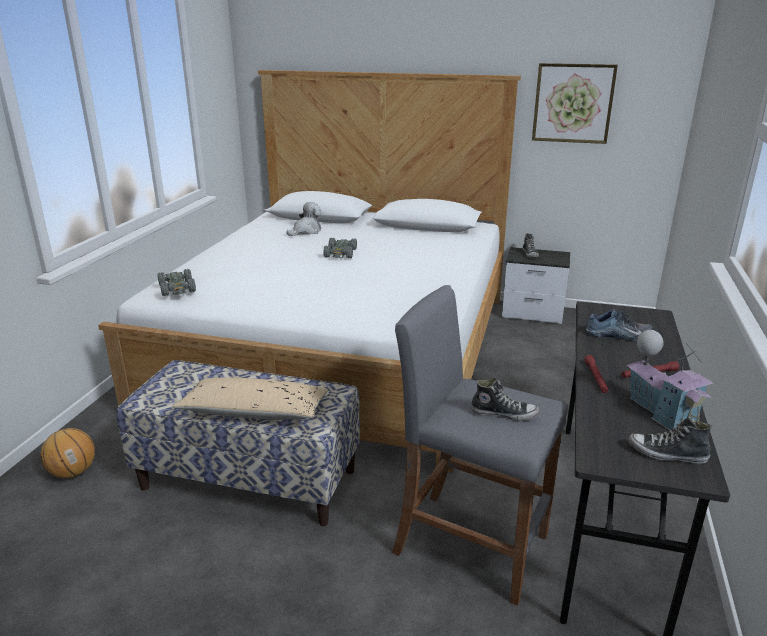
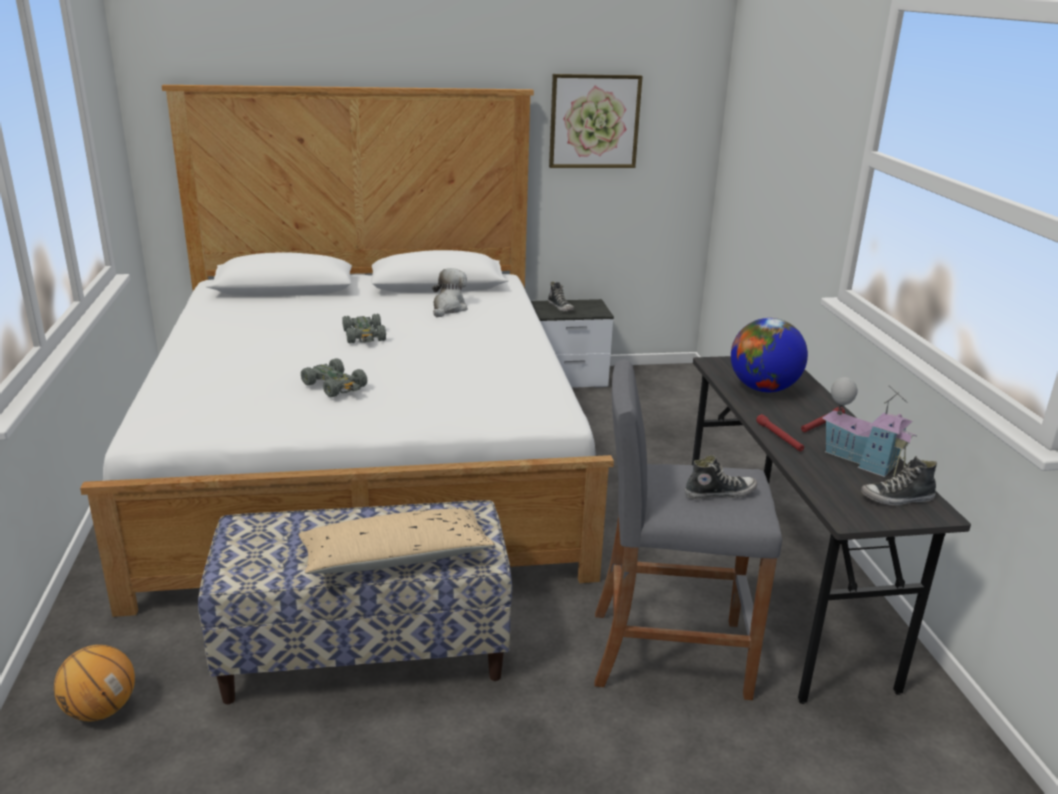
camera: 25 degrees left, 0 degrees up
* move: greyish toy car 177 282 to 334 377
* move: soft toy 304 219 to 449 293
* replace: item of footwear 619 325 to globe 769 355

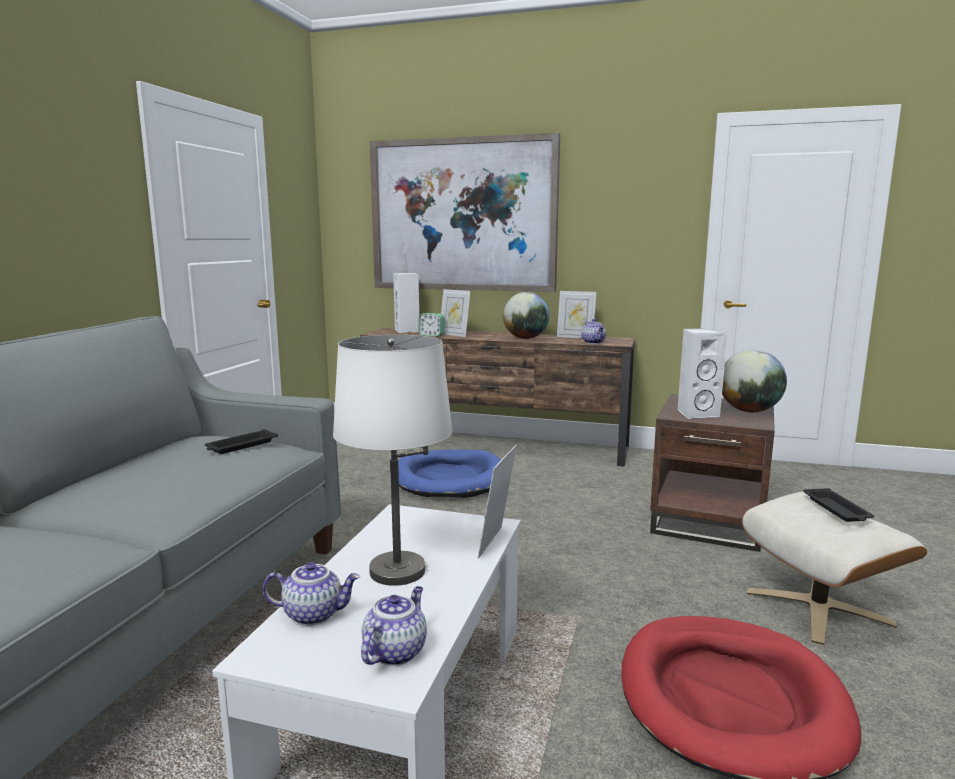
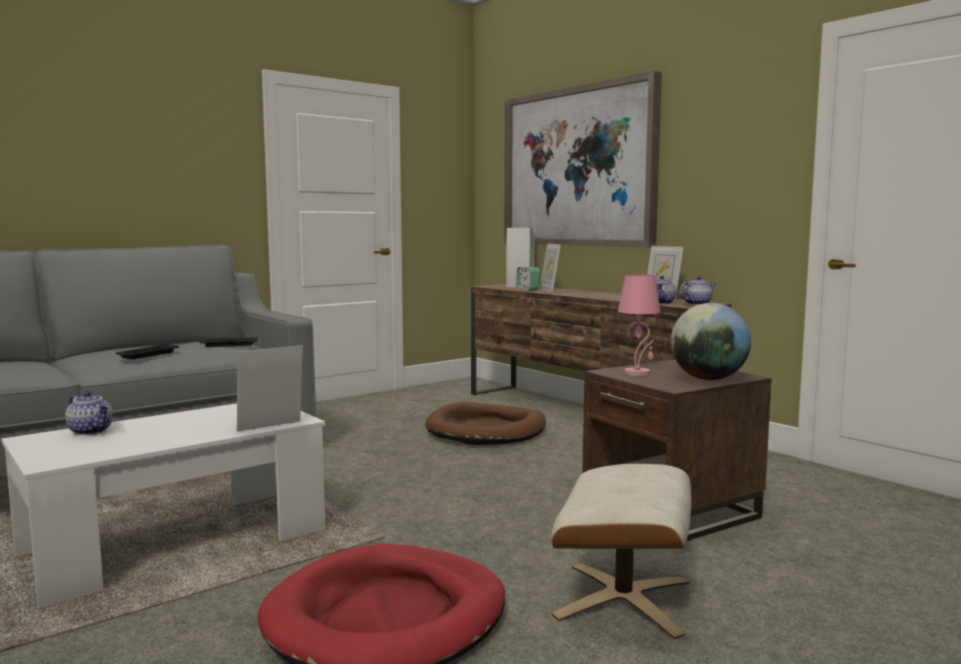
camera: 35 degrees right, 5 degrees down
* delete: white lamp for a table 393 460
* move: teapot 394 626 to 697 290
* recolor: bluish dog bed 449 473 to brownish dog bed 485 423
* delete: globe 526 315
* replace: white loudspeaker 703 373 to pinkish lamp for a table 639 325
* move: blackish tray 838 505 to 147 351

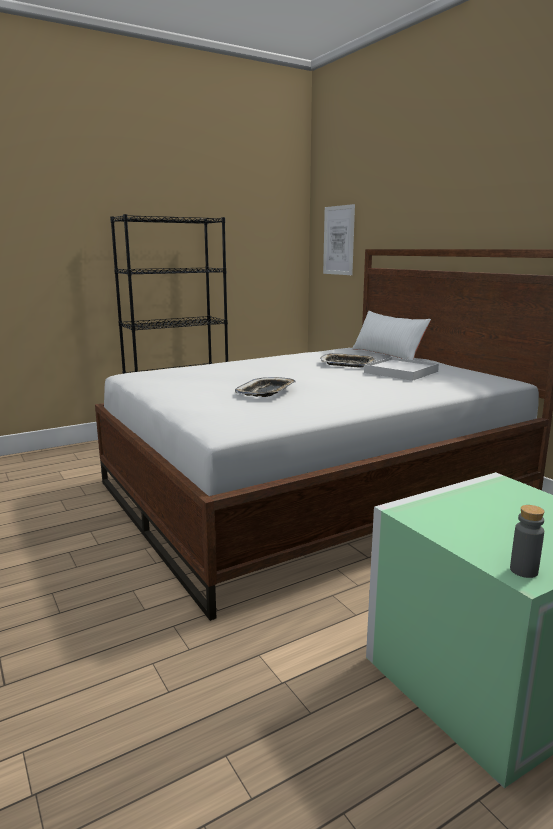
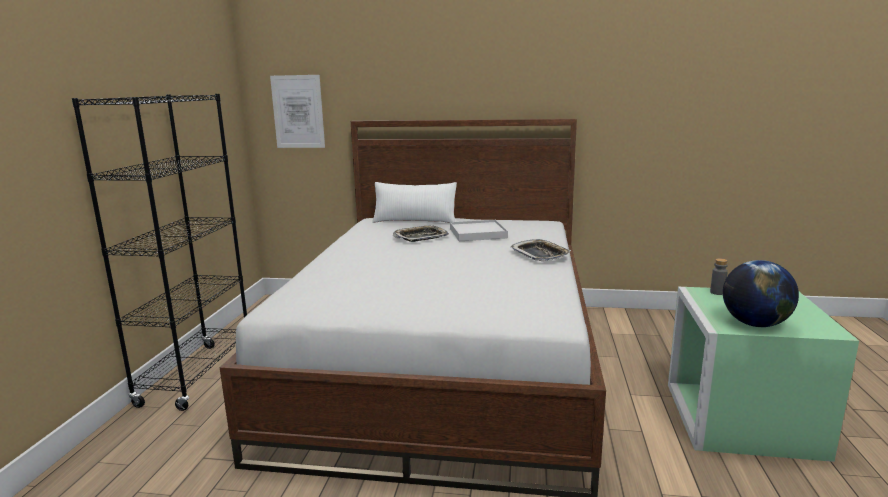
camera: 50 degrees left, 0 degrees up
* move: tray 265 387 to 541 250
* move: greyish drink bottle 527 541 to 719 276
* insert: globe 761 293

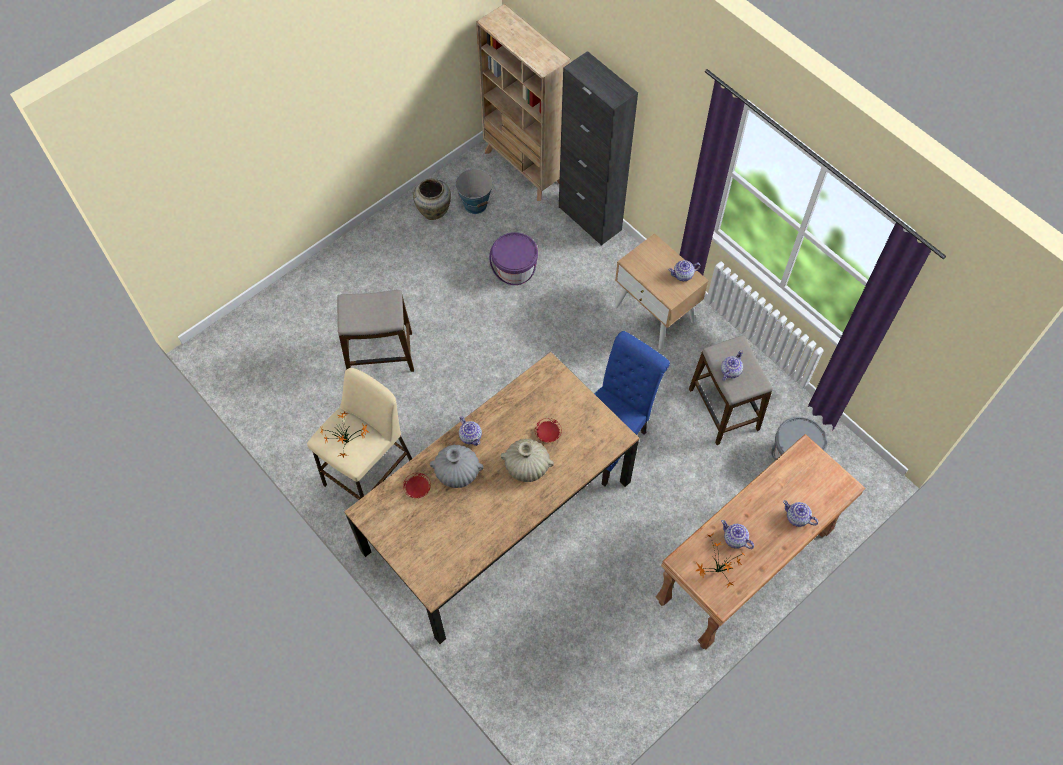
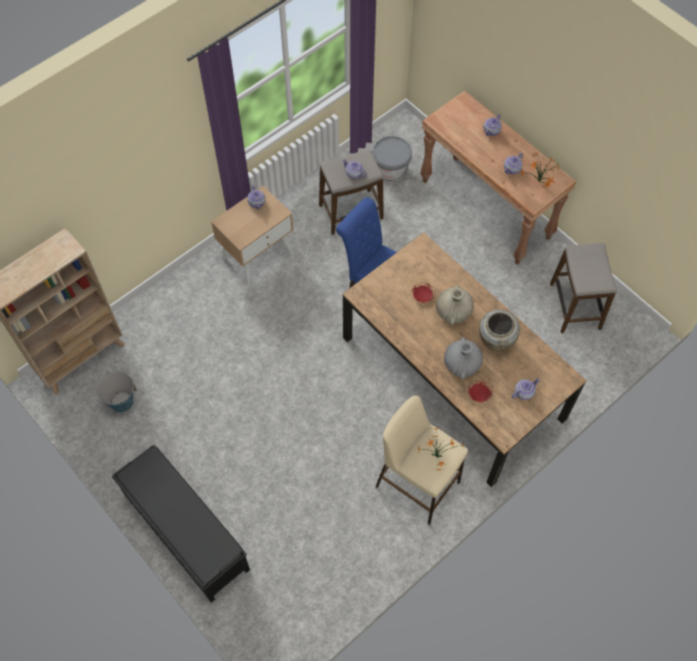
camera: 90 degrees left, 0 degrees up
* move: sitting stool 375 331 to 583 288
* move: sand-coloured vase 432 199 to 499 331
* move: teapot 470 431 to 525 389
* delete: purple-coloured water bucket 513 258
* delete: blackish cupboard 598 148
* insert: blackish long seat 181 524

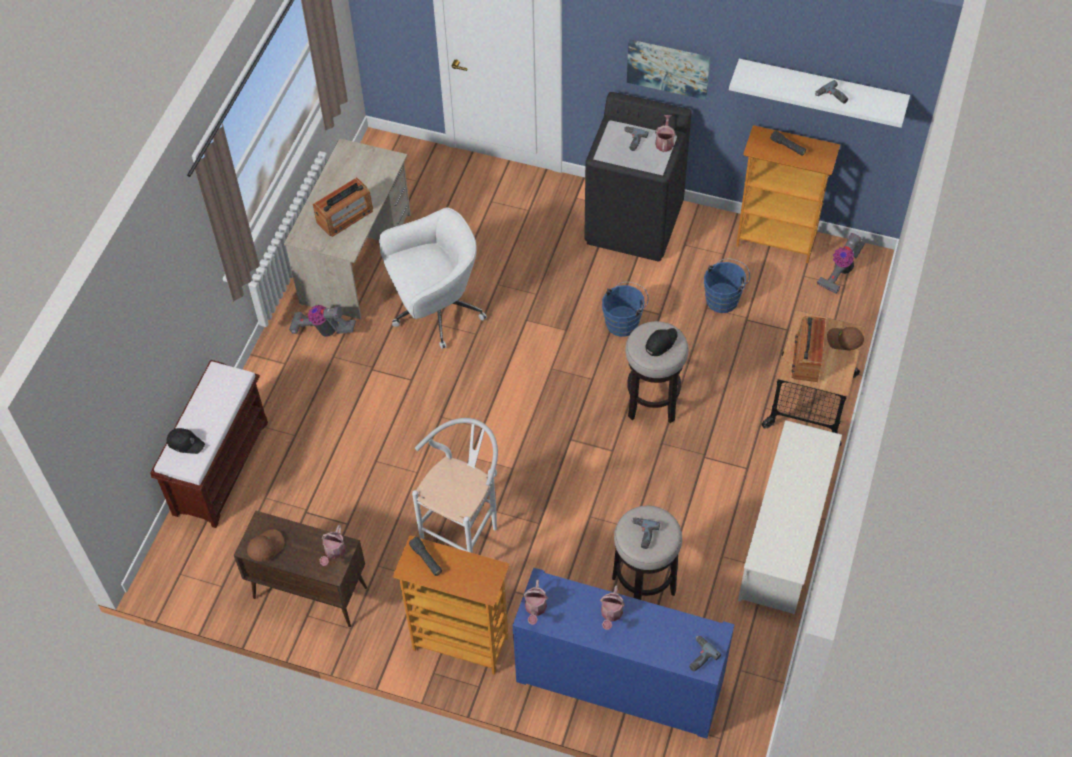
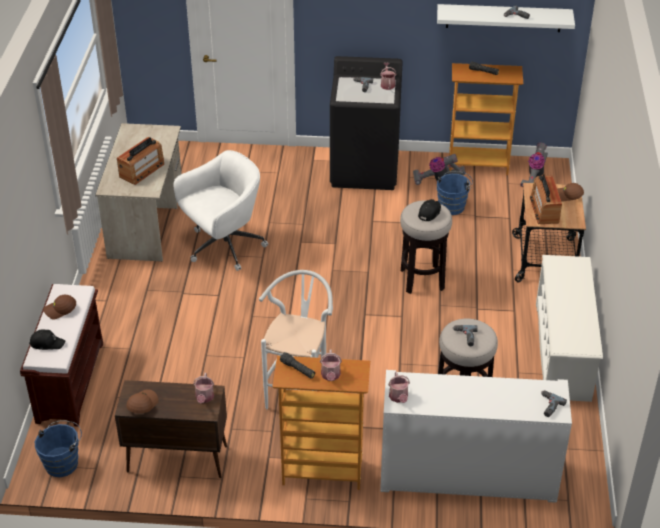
camera: 15 degrees left, 15 degrees down
* move: hoover 322 321 to 439 169
* recolor: bluish cupboard 623 653 to white cupboard 476 436
* move: sprinkling can 612 607 to 331 365
* move: bluish water bucket 625 309 to 58 448
* delete: wall art 669 70
* insert: brownish cap 59 307

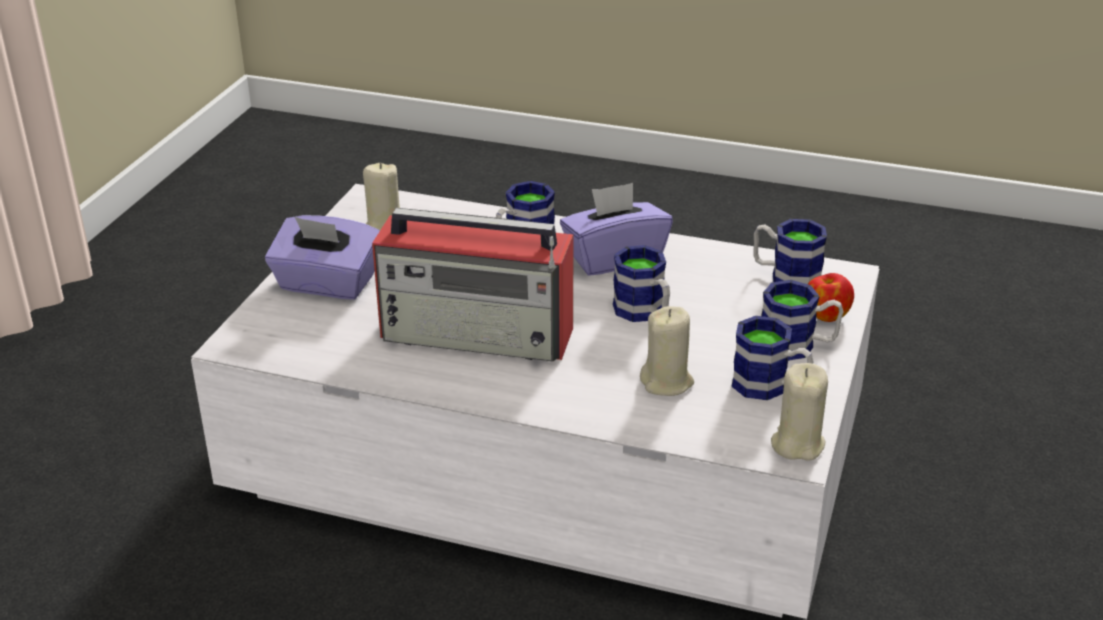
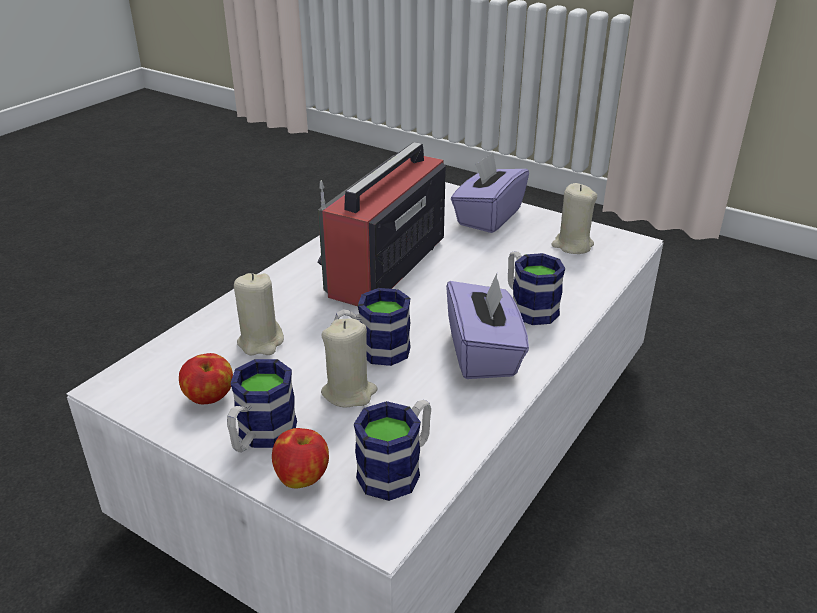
camera: 105 degrees right, 0 degrees up
* replace: mug 772 358 to whole apple 206 378
* move: sand-coloured wax light 799 412 to 349 363

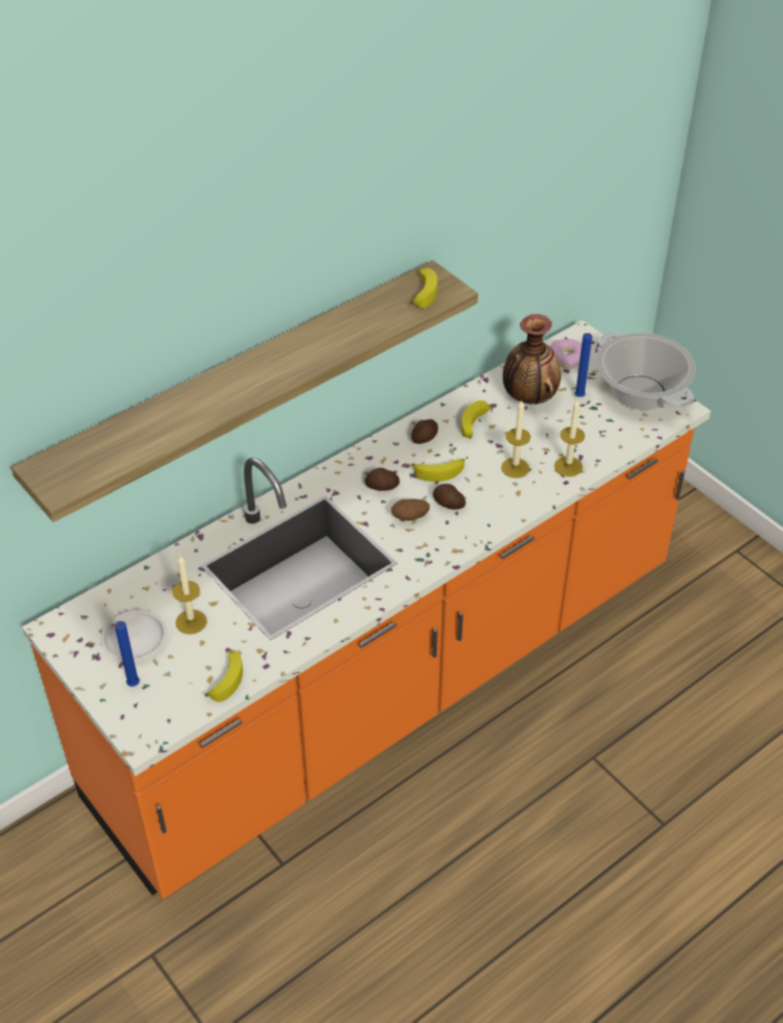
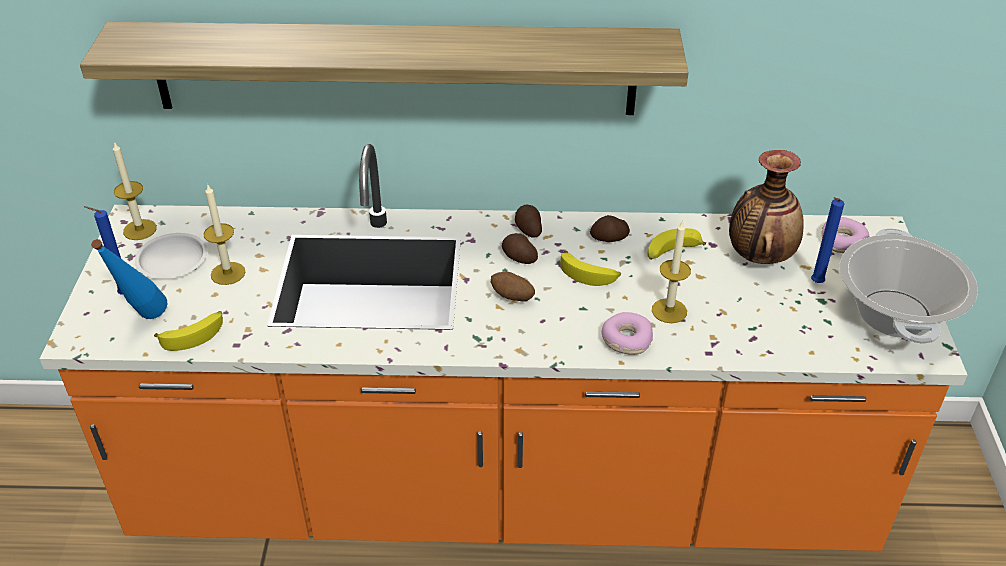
camera: 40 degrees right, 5 degrees down
* delete: whole banana 424 288
* move: whole potato 449 497 to 528 221
* move: wax light 569 437 to 135 190
* insert: bluish drink bottle 129 279
* insert: donut 627 333

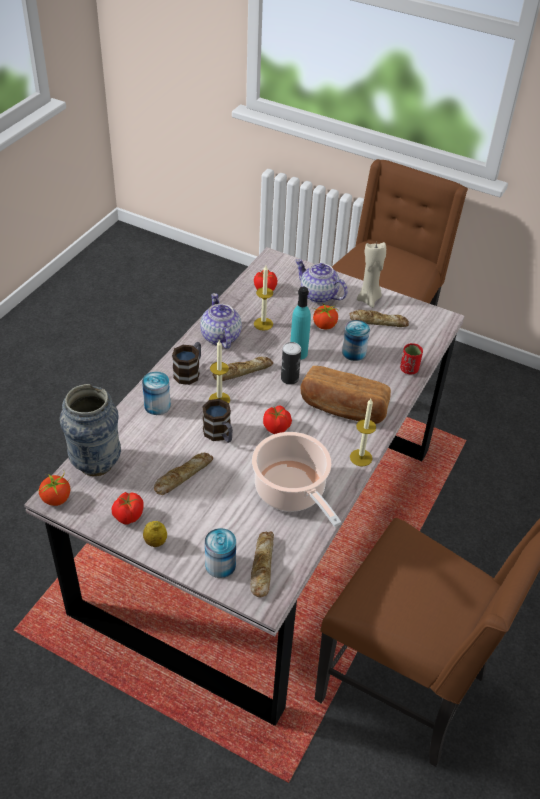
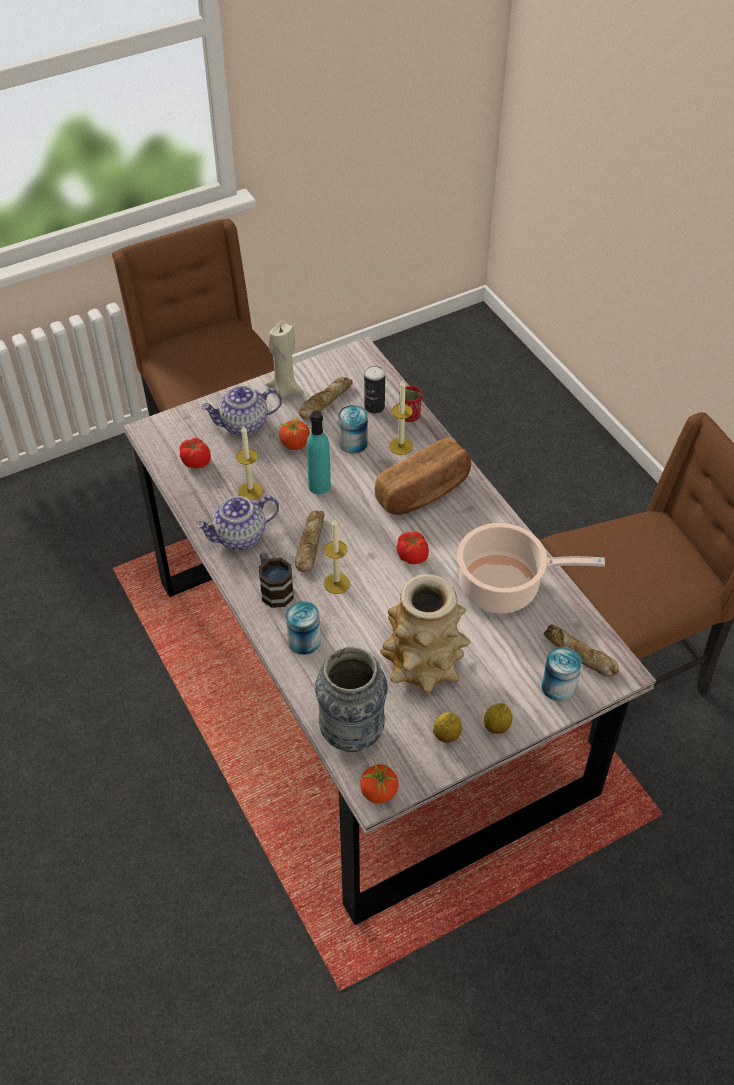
camera: 55 degrees left, 5 degrees up
* replace: whole tomato 127 508 to whole lemon 447 727
* replace: baked bread 183 474 to vase 425 634
* rotate: teapot 221 321 = 237 523 45 degrees counterclockwise
* delete: mug 217 421
* move: can 291 363 to 374 390
* move: wax light 363 432 to 401 417

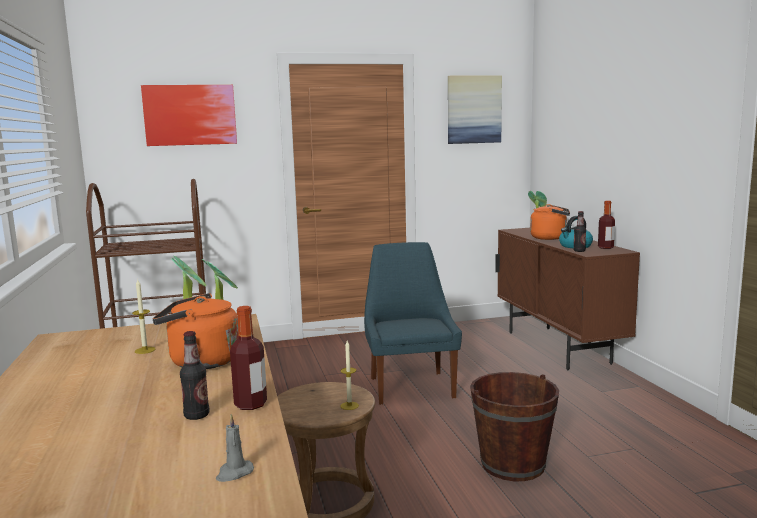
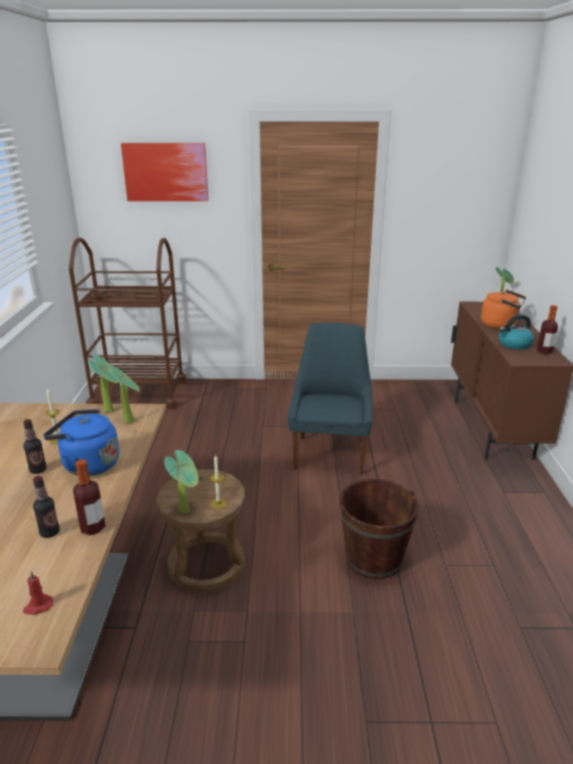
camera: 15 degrees right, 15 degrees up
* recolor: orange-coloured kettle 196 331 to bluish kettle 81 442
* recolor: greyish wax light 235 448 to red wax light 38 593
* delete: wall art 475 109
* move: drink bottle 579 231 to 35 446
* insert: houseplant 181 482

